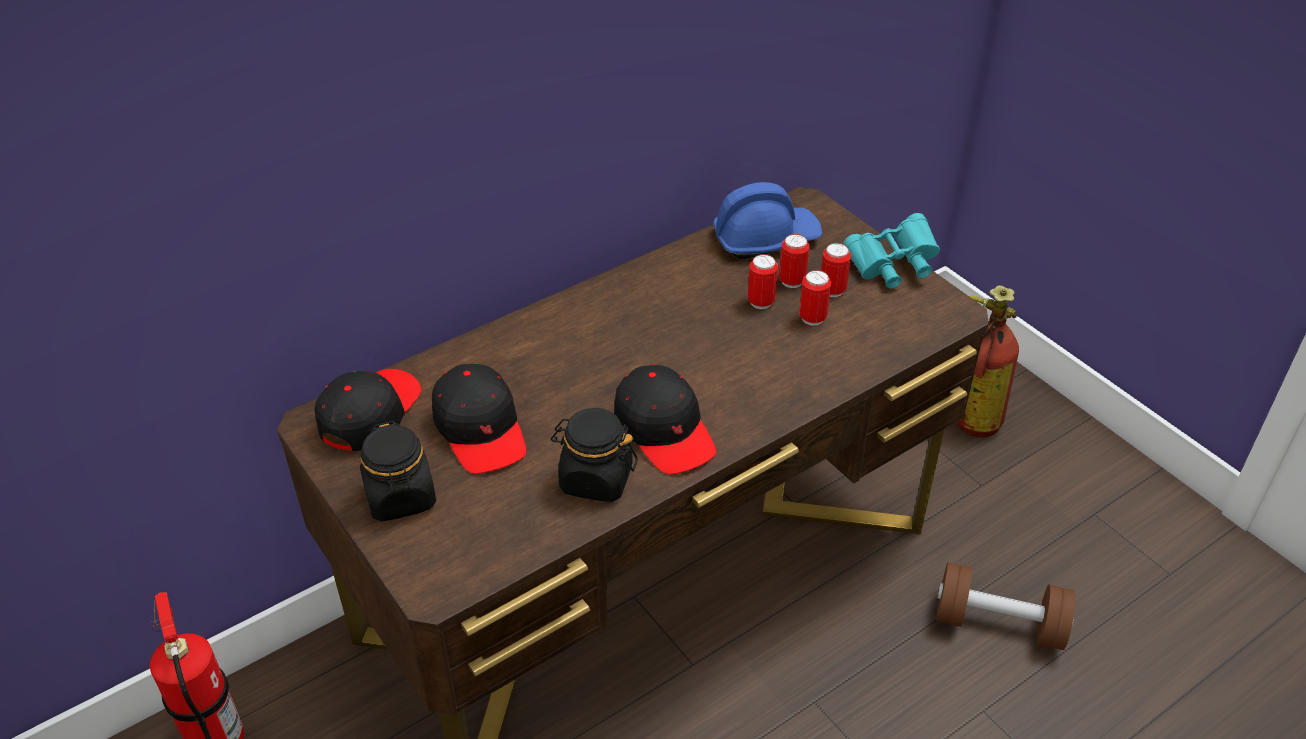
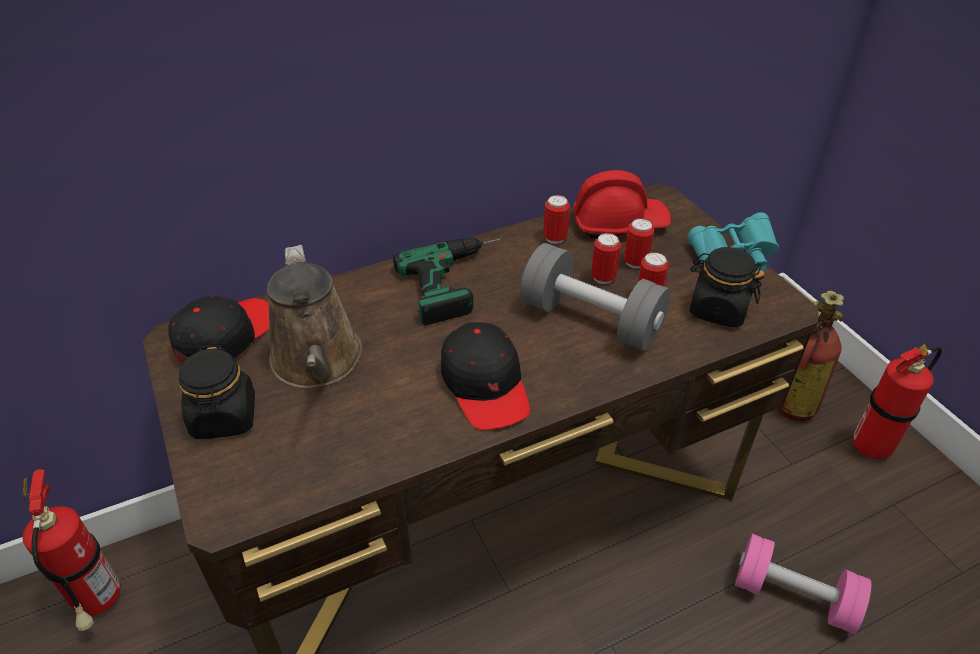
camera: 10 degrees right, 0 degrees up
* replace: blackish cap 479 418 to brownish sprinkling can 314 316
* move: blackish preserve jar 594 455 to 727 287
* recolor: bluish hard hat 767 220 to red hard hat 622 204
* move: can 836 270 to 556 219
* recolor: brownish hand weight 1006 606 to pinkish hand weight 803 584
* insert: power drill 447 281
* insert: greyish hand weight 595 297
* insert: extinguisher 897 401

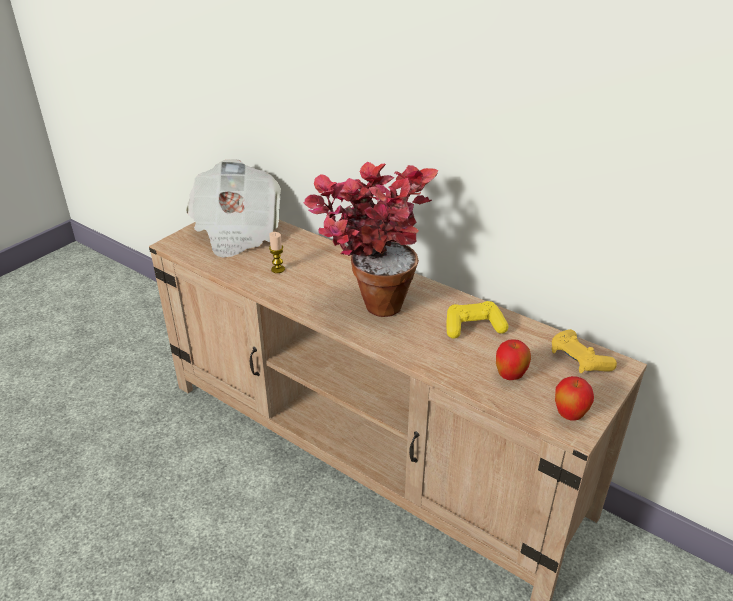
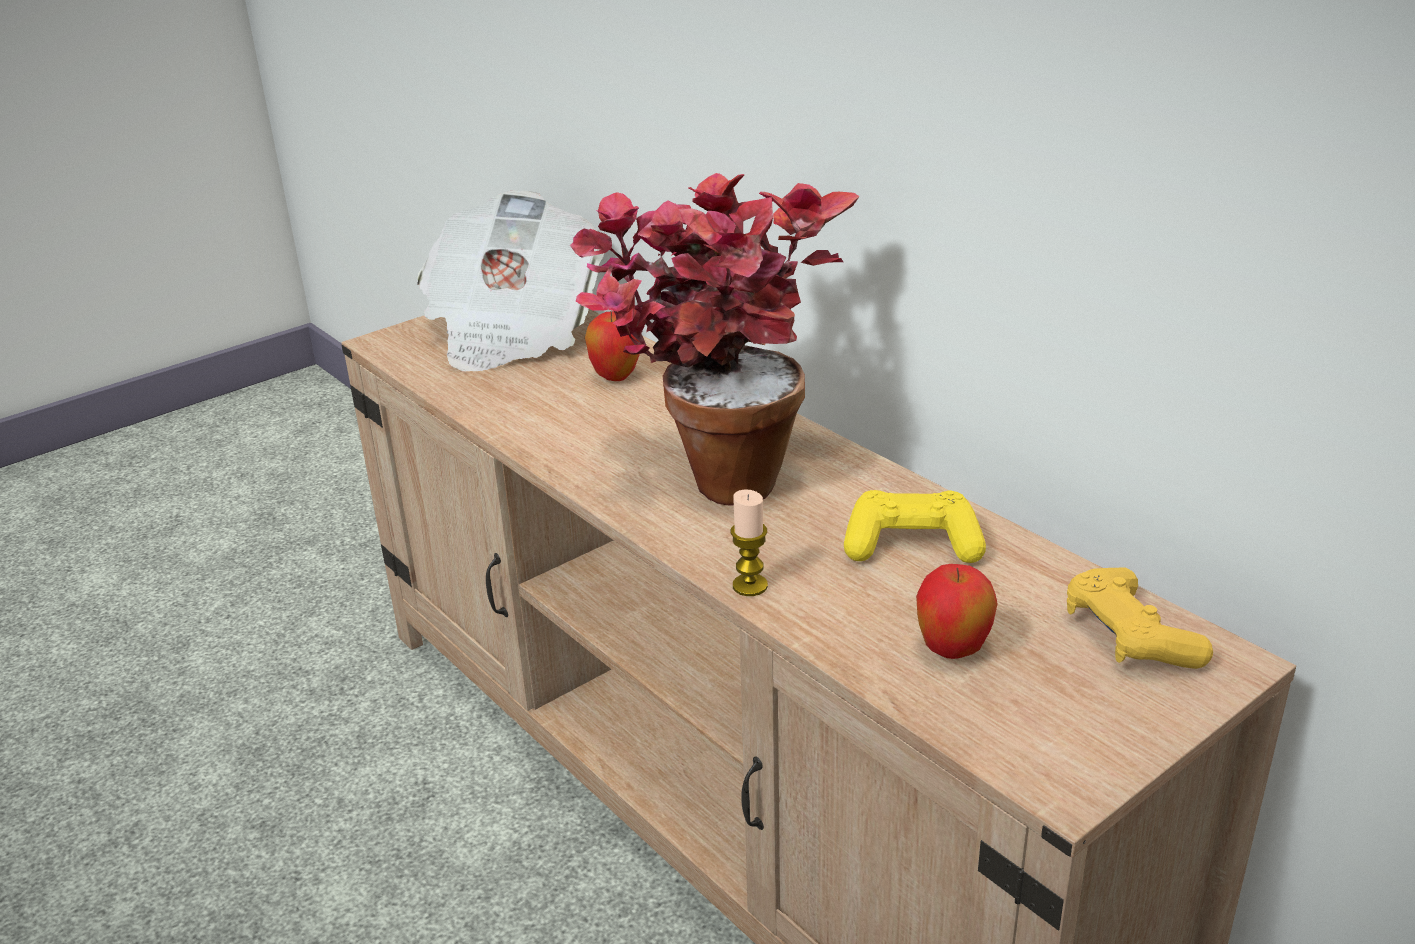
camera: 15 degrees right, 5 degrees down
* move: wax light 277 252 to 749 542
* move: whole apple 574 398 to 612 346

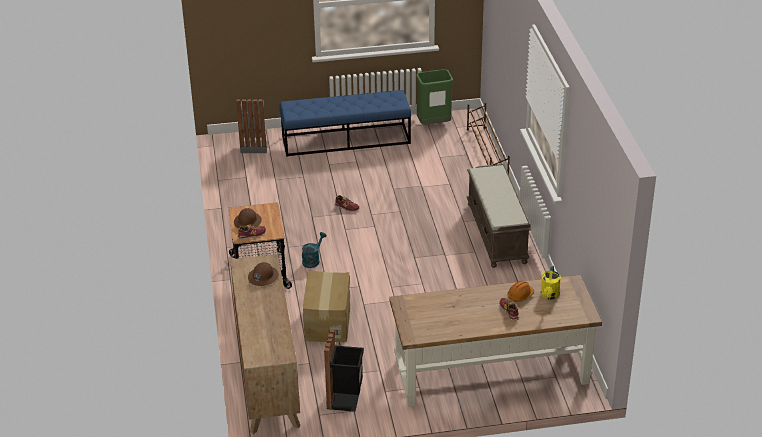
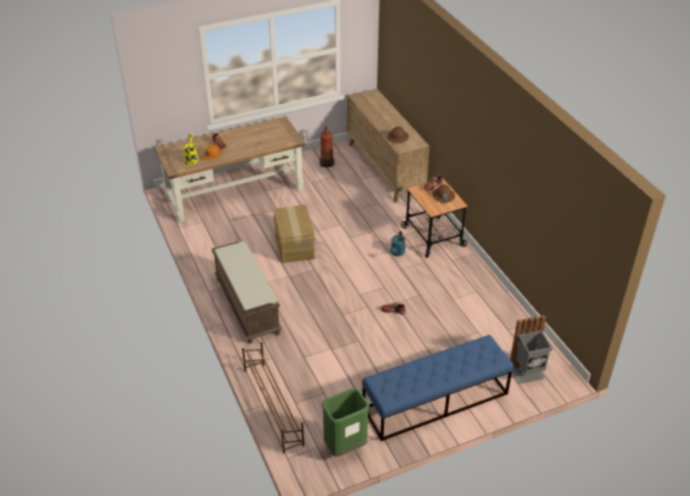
camera: 165 degrees right, 5 degrees up
* move: carton 326 306 to 294 234
* replace: blackish waste bin 344 370 to extinguisher 327 146

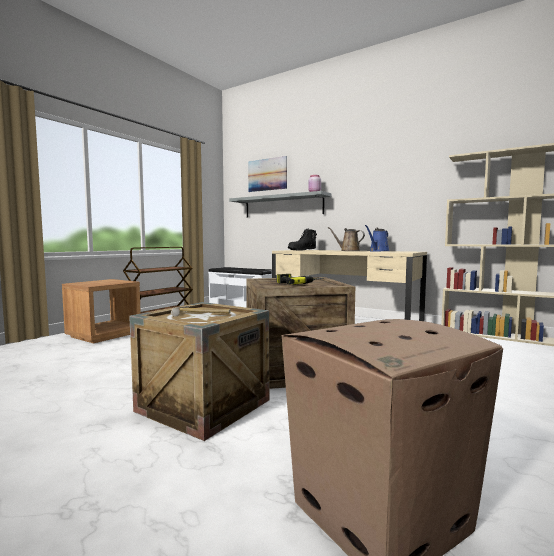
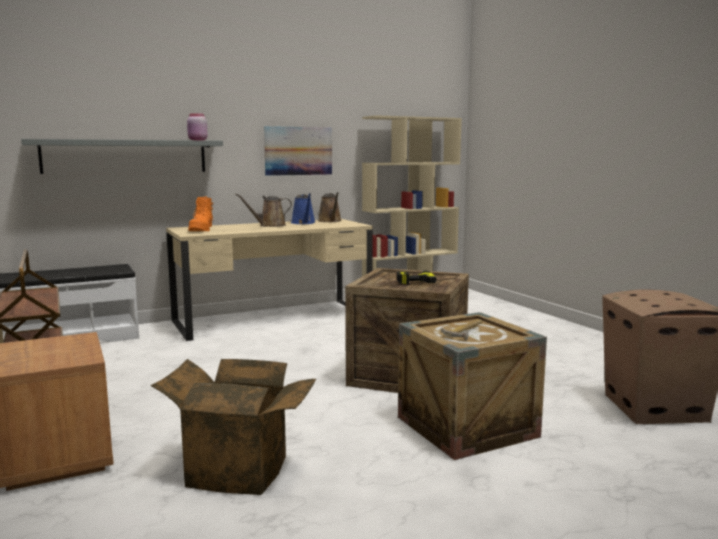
camera: 60 degrees left, 5 degrees up
* move: wall art 267 174 to 298 151
* recolor: blackish tall boot 302 240 to orange-coloured tall boot 201 214
* insert: carton 233 427
* insert: brownish sprinkling can 329 207

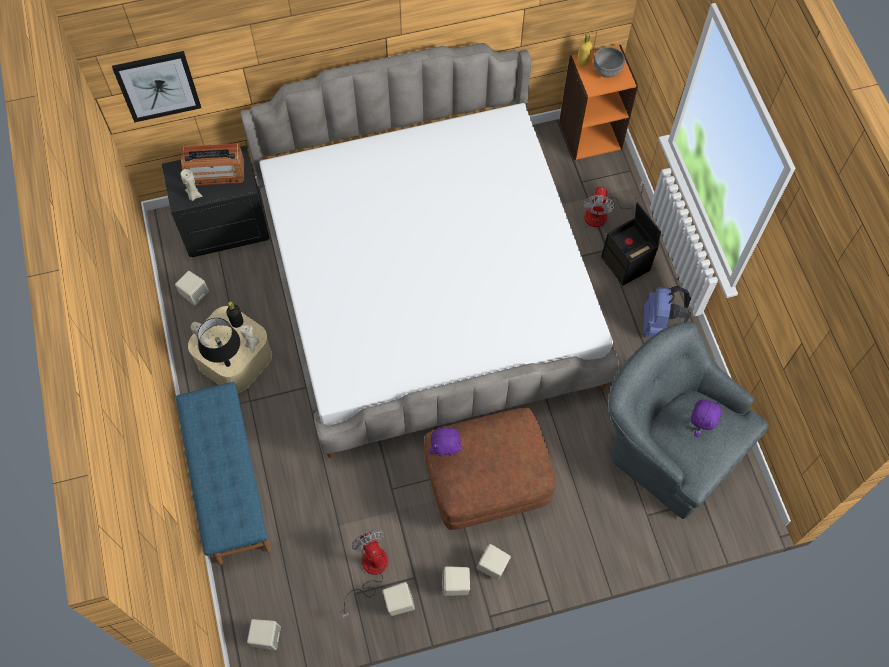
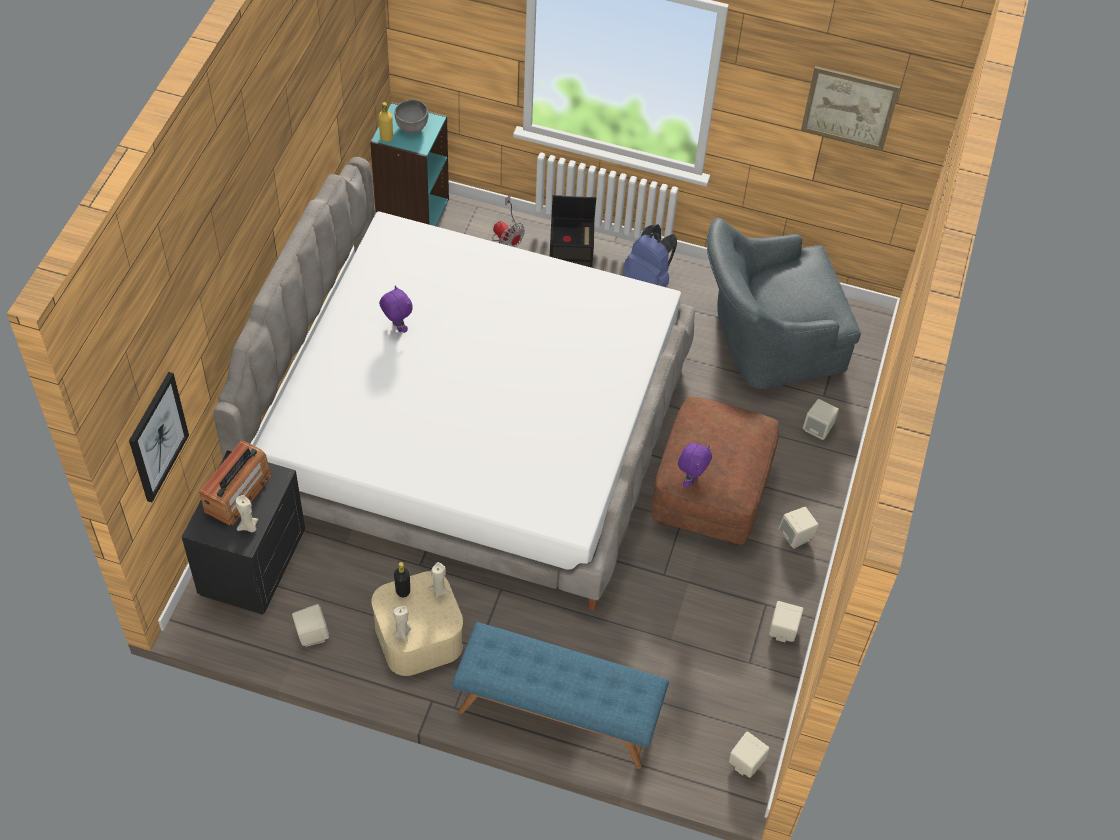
camera: 60 degrees left, 10 degrees down
* delete: blackish lamp for a table 219 342
* delete: electric fan 365 573
* move: sand-coloured loudspeaker 456 581 to 821 419
* recolor: orange-coloured bookshelf 598 102 to blue-green bookshelf 409 164
* move: purple-coloured soft toy 706 418 to 396 309
* insert: wall art 850 108

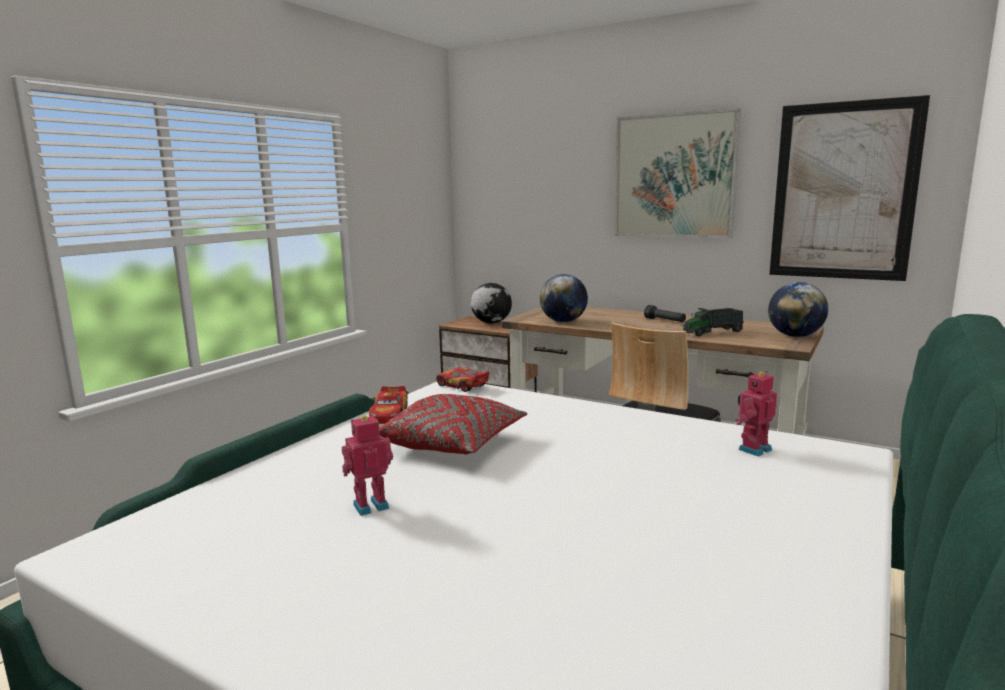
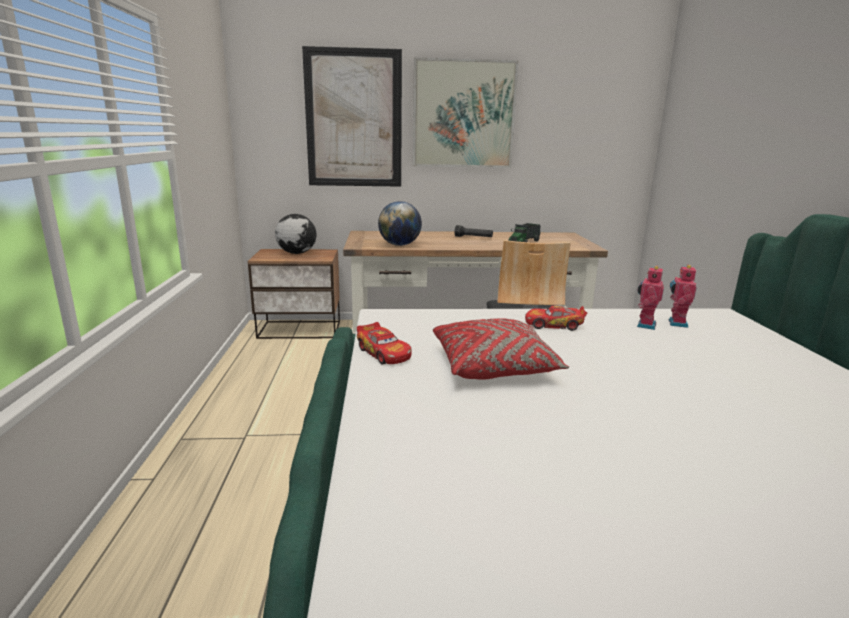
camera: 35 degrees left, 5 degrees up
* move: robot figure 367 465 to 650 298
* move: toy car 463 379 to 556 318
* delete: globe 798 309
* move: wall art 849 188 to 352 116

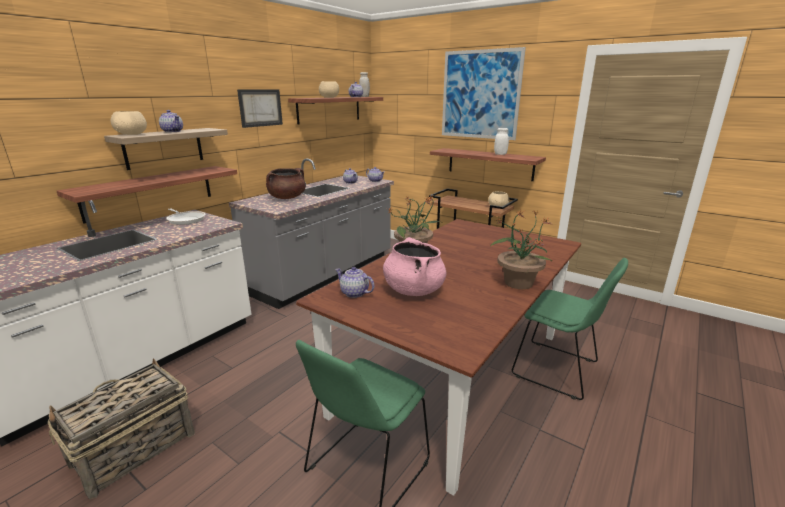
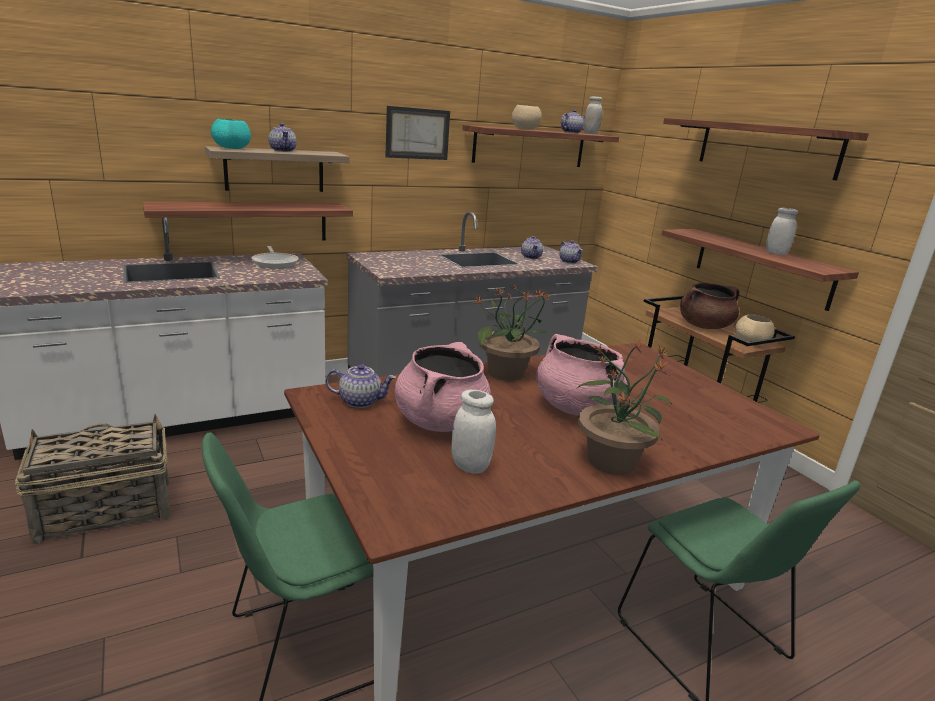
camera: 25 degrees right, 0 degrees up
* recolor: sand-coloured bowl 129 123 to blue-green bowl 231 134
* move: brownish saucepot 285 183 to 709 305
* rotate: teapot 355 282 = 360 386 120 degrees clockwise
* replace: wall art 484 93 to wall shelf 766 149
* insert: white preserve jar 473 432
* insert: pinkish saucepot 582 375

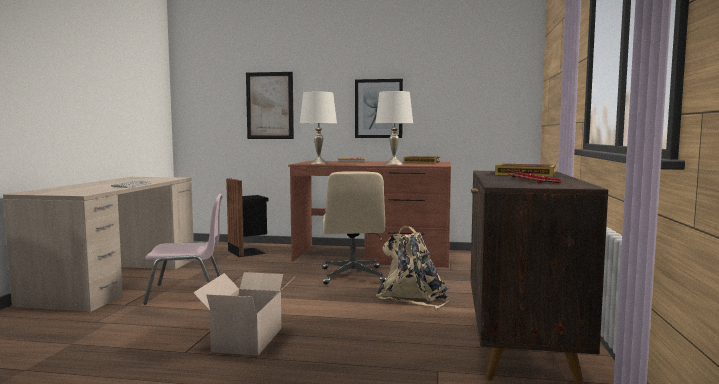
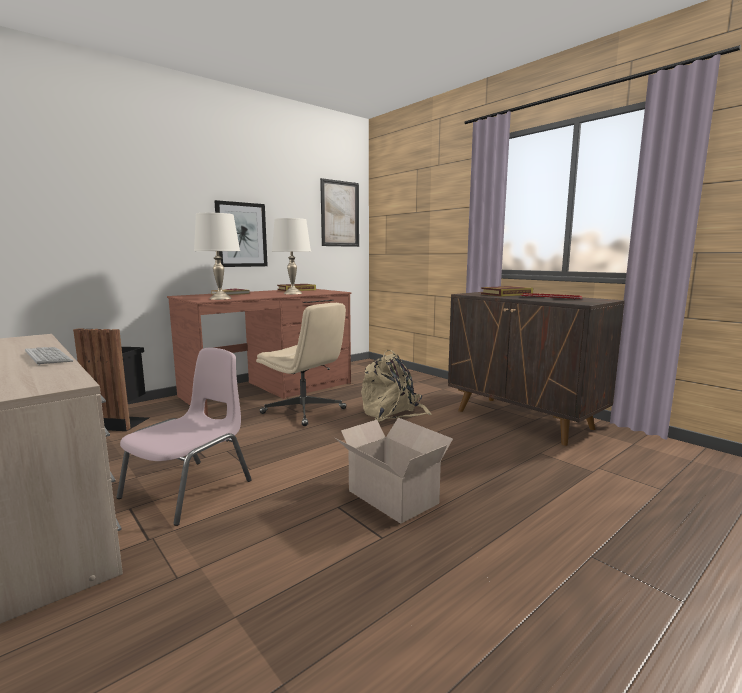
camera: 50 degrees left, 5 degrees up
* move: wall art 270 105 to 339 212

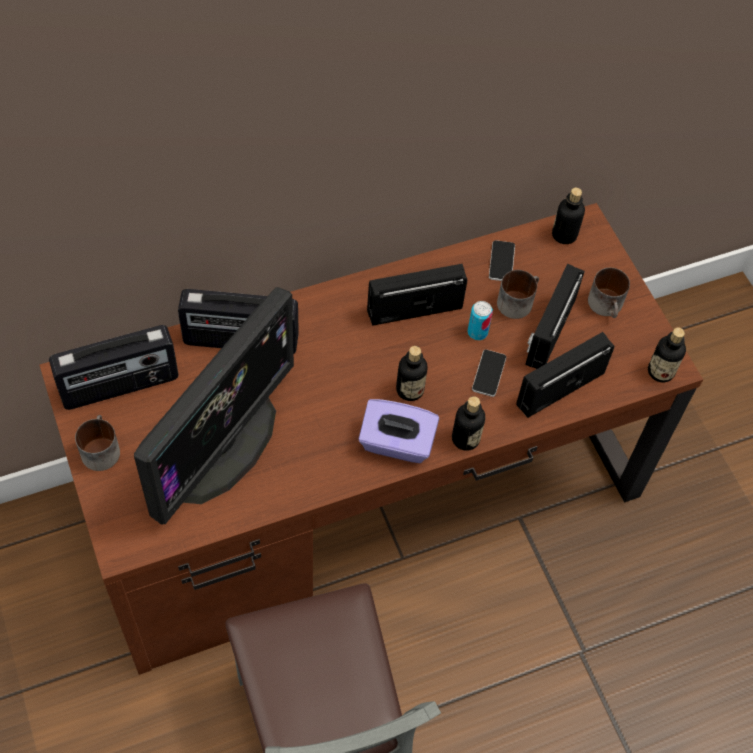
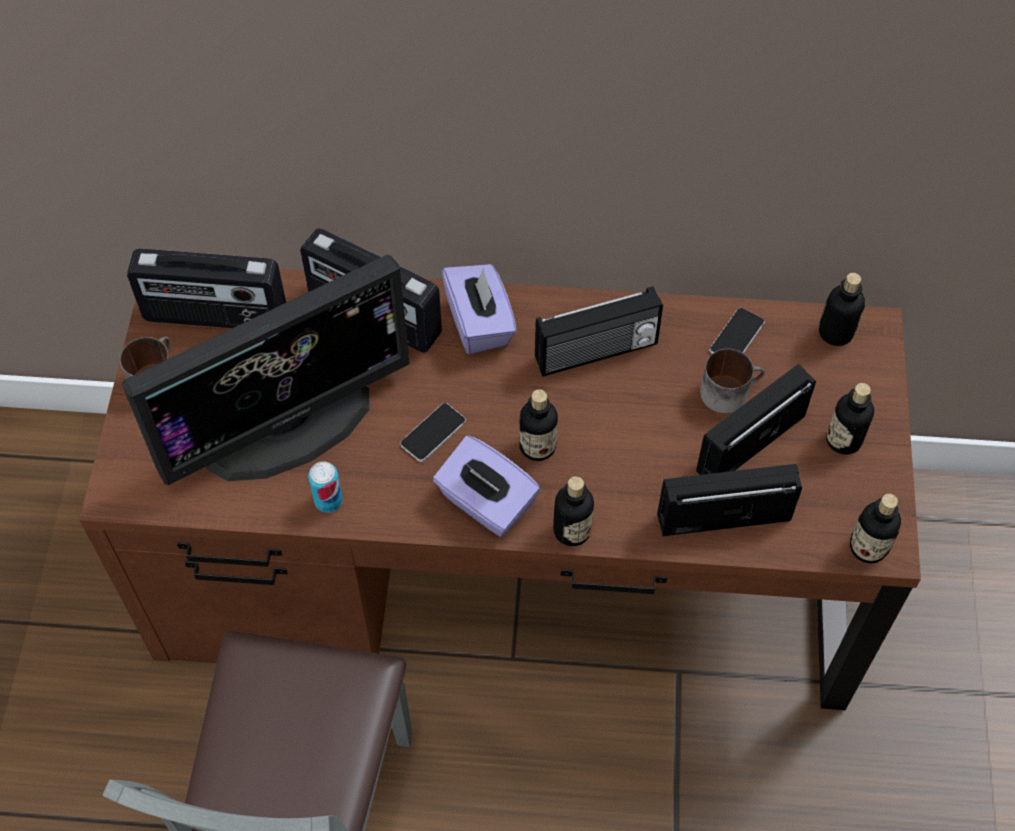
camera: 30 degrees right, 0 degrees up
* rotate: radio receiver 417 295 = 599 331 150 degrees clockwise
* move: can 480 320 to 325 487
* move: phone 489 373 to 433 432
* replace: mug 609 293 to drink bottle 850 419
* insert: purple-coloured box of tissues 479 309

